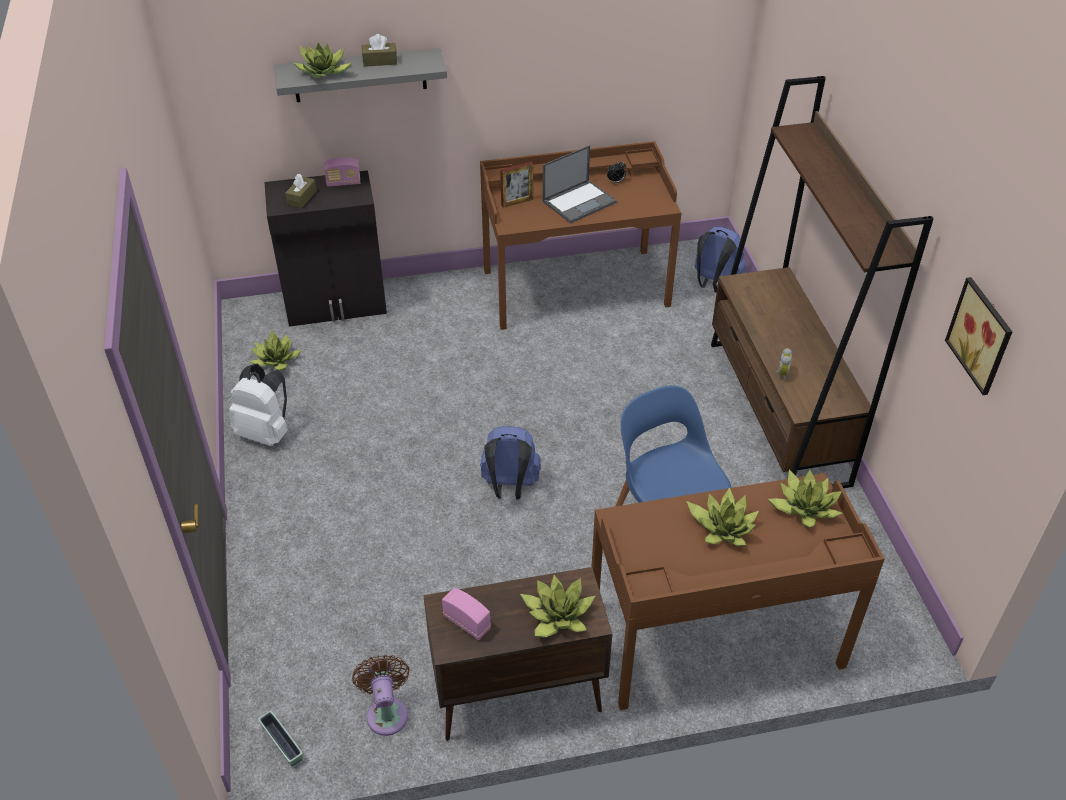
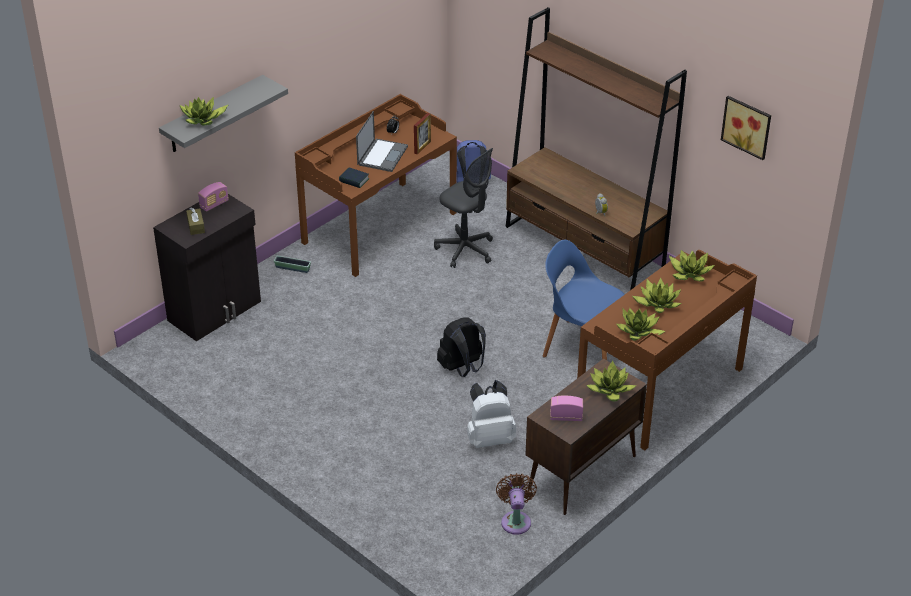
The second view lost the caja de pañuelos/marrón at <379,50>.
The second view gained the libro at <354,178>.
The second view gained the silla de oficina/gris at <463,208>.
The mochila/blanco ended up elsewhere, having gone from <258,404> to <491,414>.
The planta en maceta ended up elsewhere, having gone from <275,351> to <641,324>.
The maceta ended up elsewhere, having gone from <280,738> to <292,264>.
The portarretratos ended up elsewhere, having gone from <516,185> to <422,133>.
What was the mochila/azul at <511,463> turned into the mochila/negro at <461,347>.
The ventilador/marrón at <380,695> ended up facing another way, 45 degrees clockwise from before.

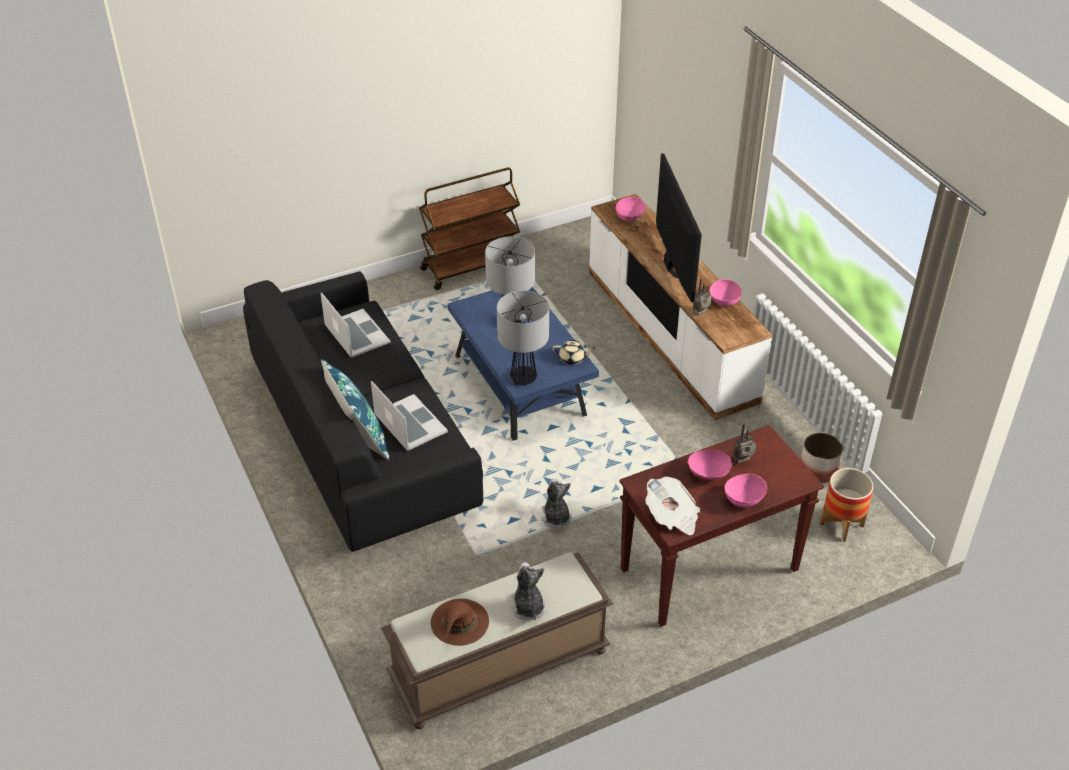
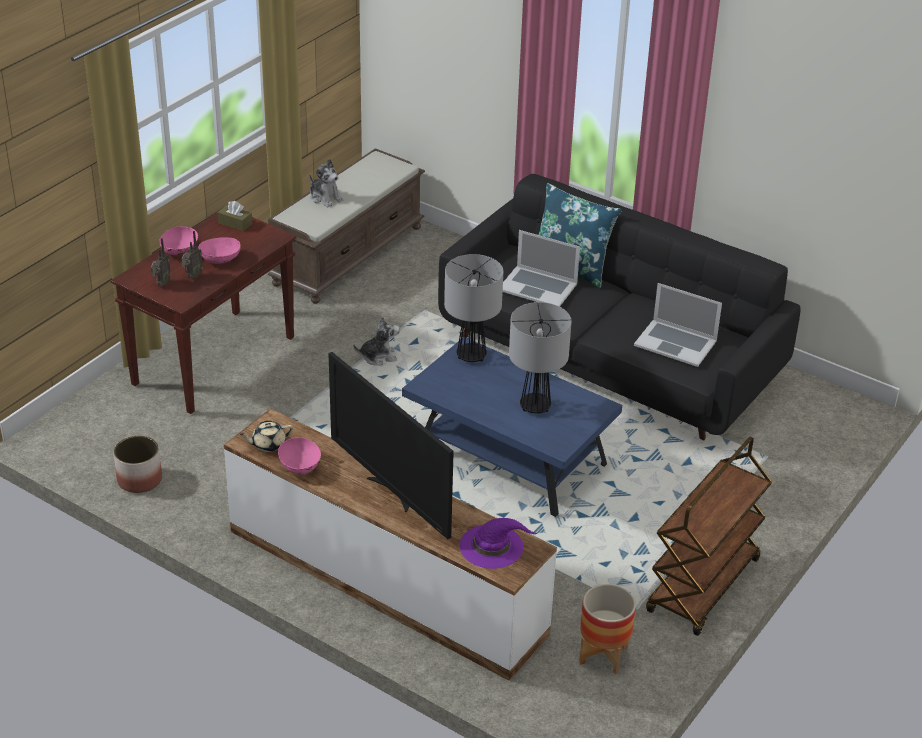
The second view lost the sombrero/marrón at <460,622>.
The tetera/beis ended up elsewhere, having gone from <573,352> to <266,436>.
The radio ended up elsewhere, having gone from <702,296> to <161,262>.
The maceta ended up elsewhere, having gone from <847,505> to <607,629>.
Where the cuenco/rosa stood at <631,209>, the sombrero/morado came to stand at <498,543>.
Where the periódico stood at <672,506>, the caja de pañuelos/marrón came to stand at <235,216>.
The peluche at <556,503> ended up facing another way, 60 degrees counterclockwise from before.

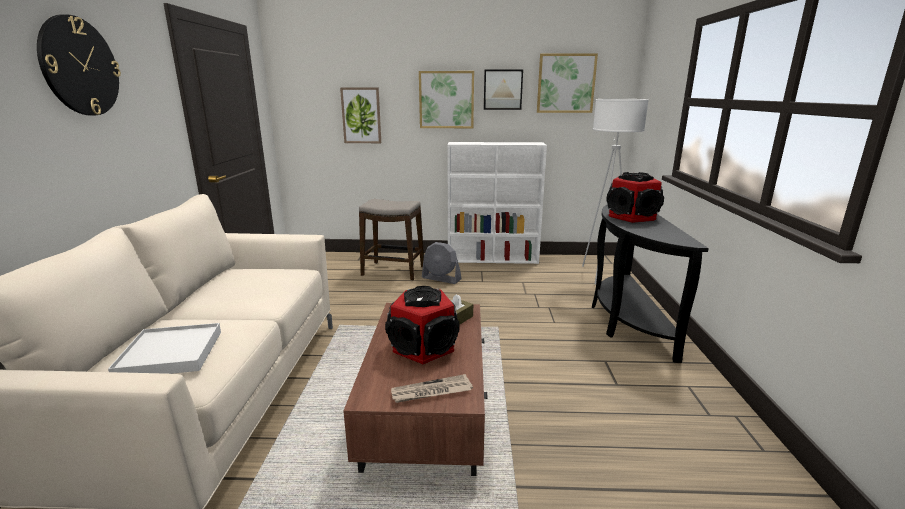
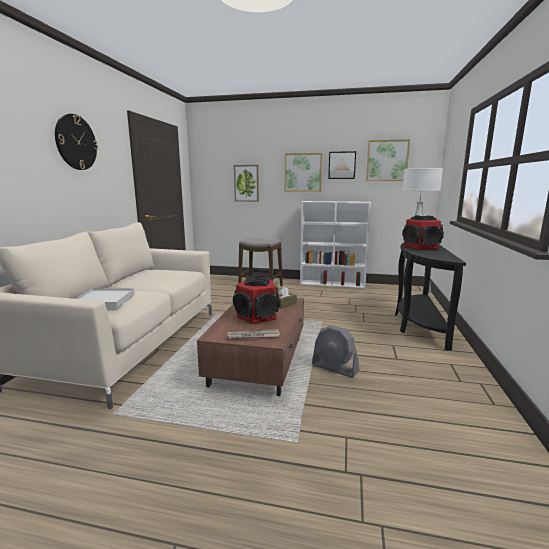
The ventilador/gris ended up elsewhere, having gone from <442,263> to <335,351>.

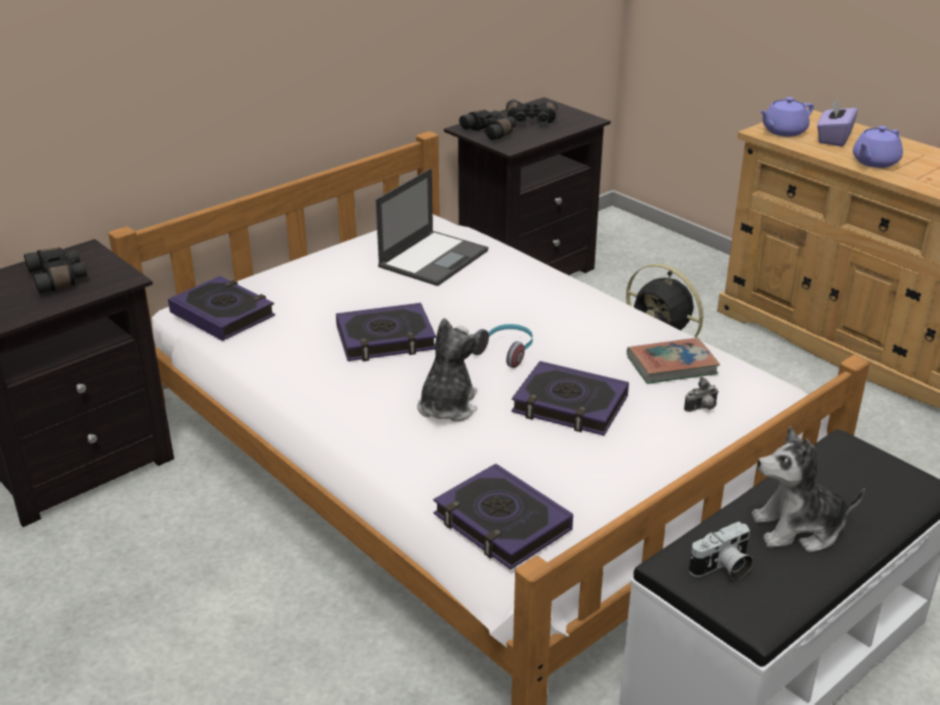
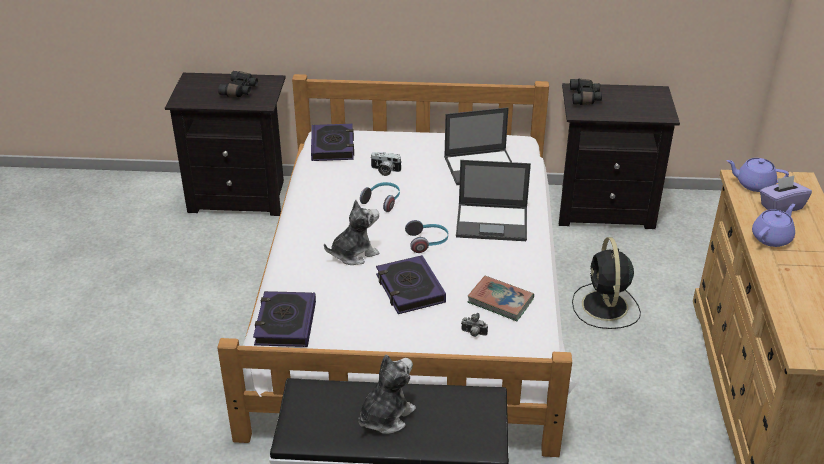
The second view lost the prismáticos/negro at <531,112>.
The second view gained the portátil at <493,200>.
The cámara ended up elsewhere, having gone from <721,551> to <386,164>.
Where the libro stood at <386,332>, the auriculares came to stand at <380,197>.
The peluche at <808,489> ended up facing another way, 90 degrees clockwise from before.
The tetera/morado at <878,147> ended up facing another way, 135 degrees clockwise from before.

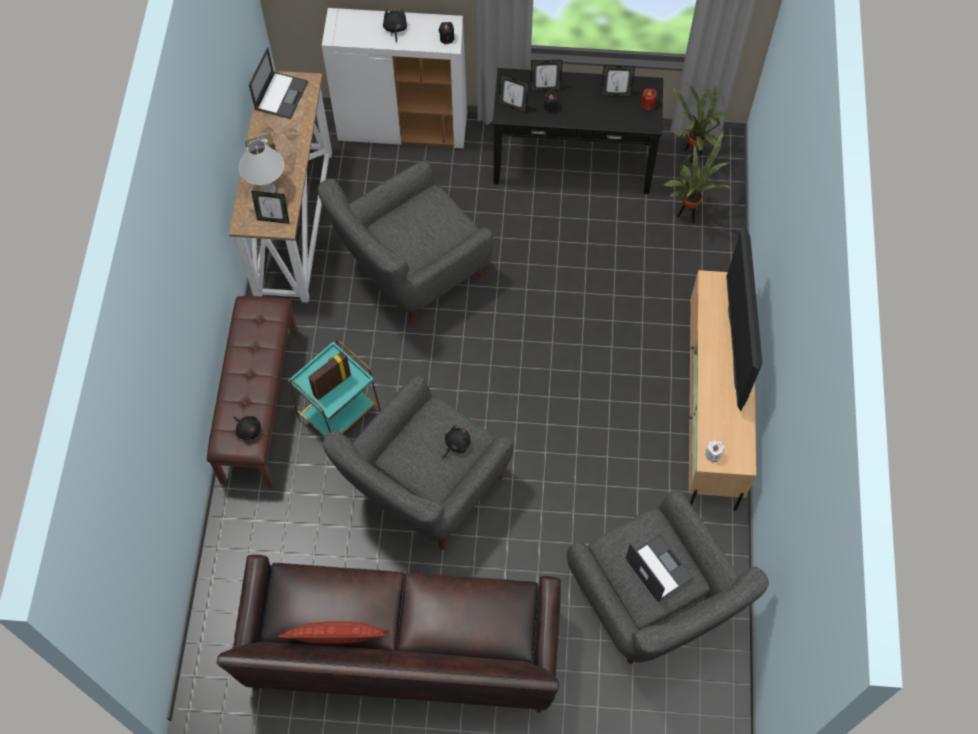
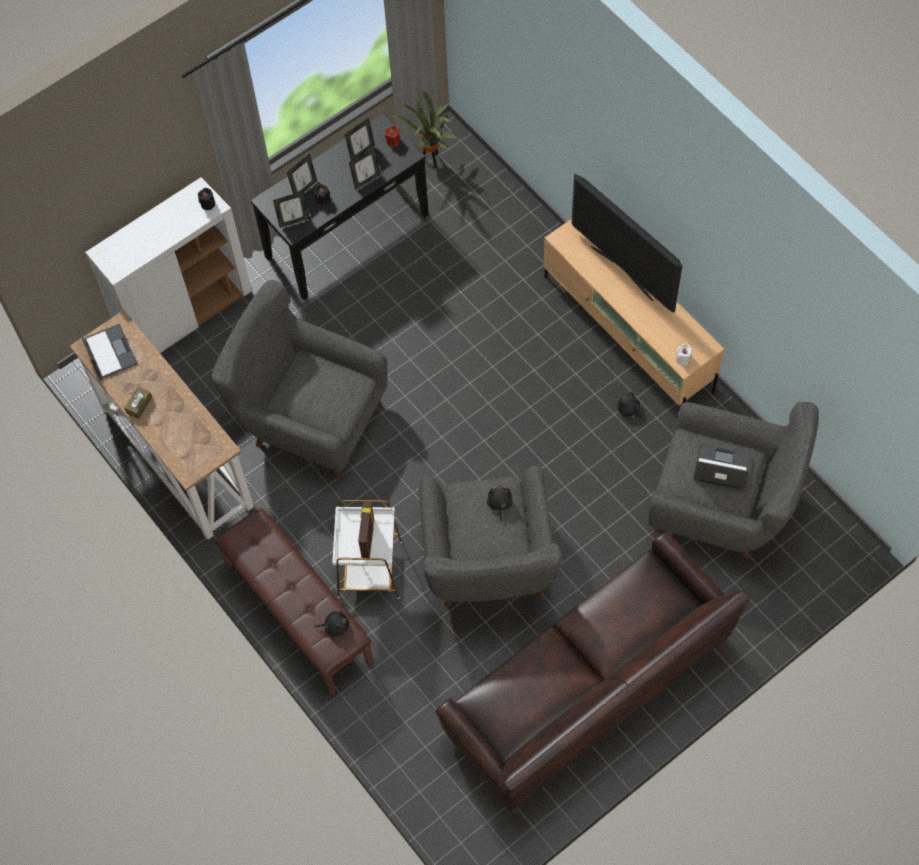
The second view lost the lámpara de mesa/blanco at <261,166>.
The second view lost the cojín at <333,632>.
The second view lost the planta en maceta at <698,177>.
The portarretratos ended up elsewhere, having gone from <270,207> to <365,168>.
The peluche/negro ended up elsewhere, having gone from <395,24> to <630,405>.
What was the mesa auxiliar/turquesa at <334,389> turned into the mesa auxiliar/blanco at <367,549>.
The sillón/gris at <405,242> ended up facing another way, 105 degrees clockwise from before.

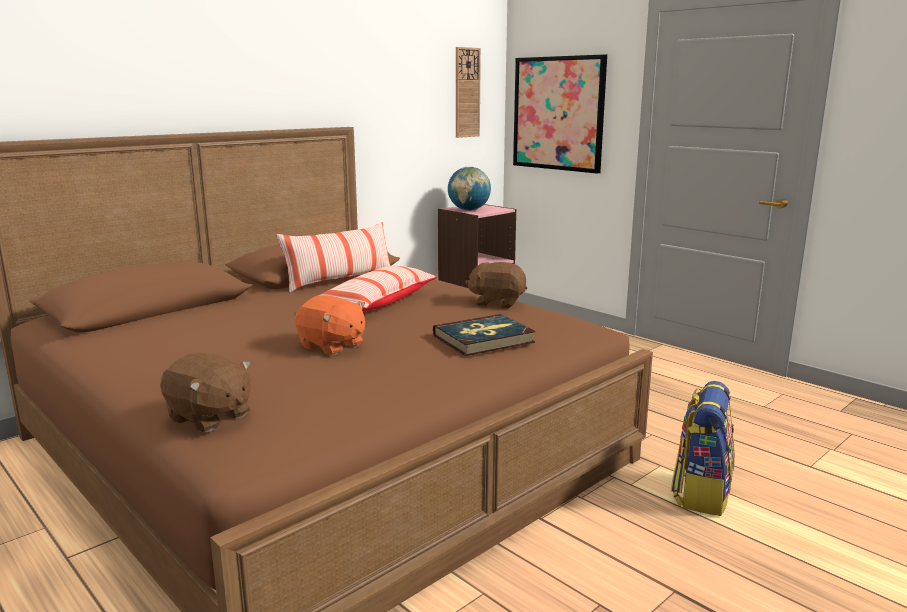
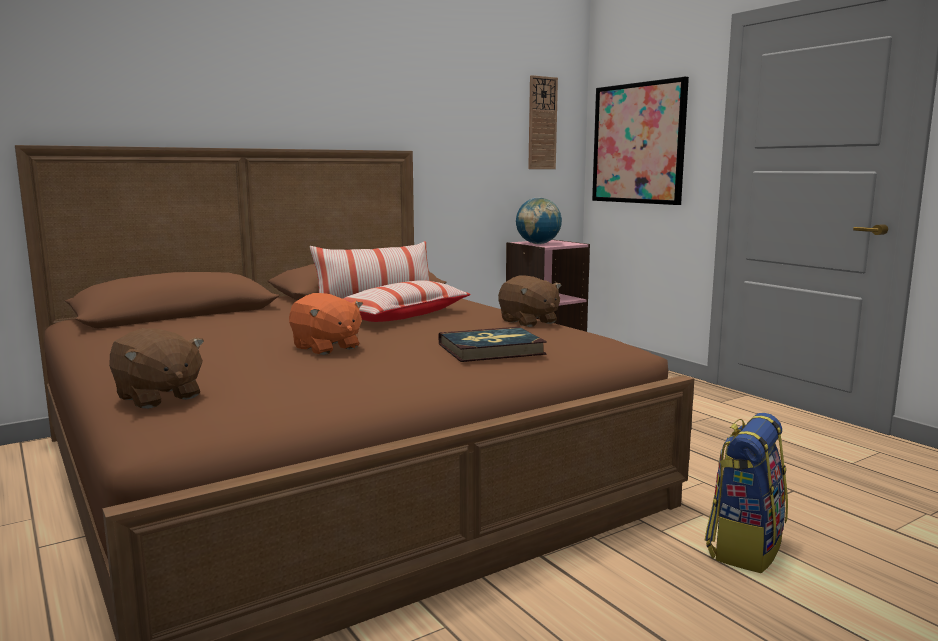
The peluche/marrón at <496,285> ended up facing another way, 150 degrees counterclockwise from before.

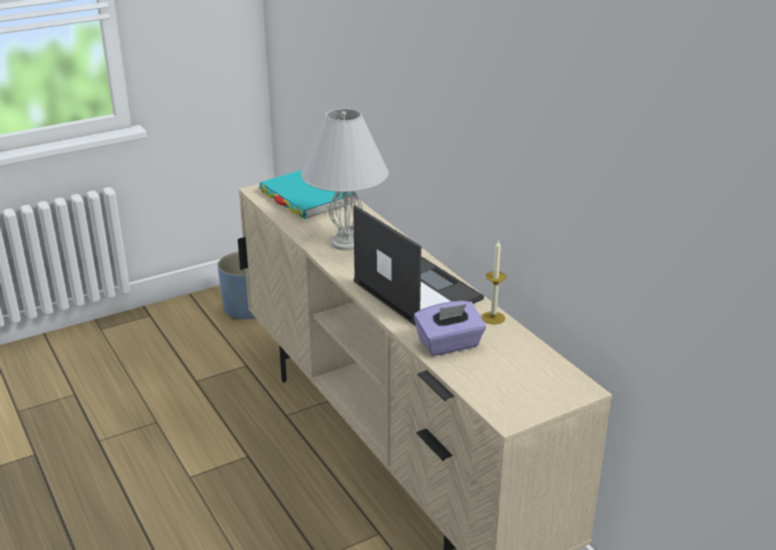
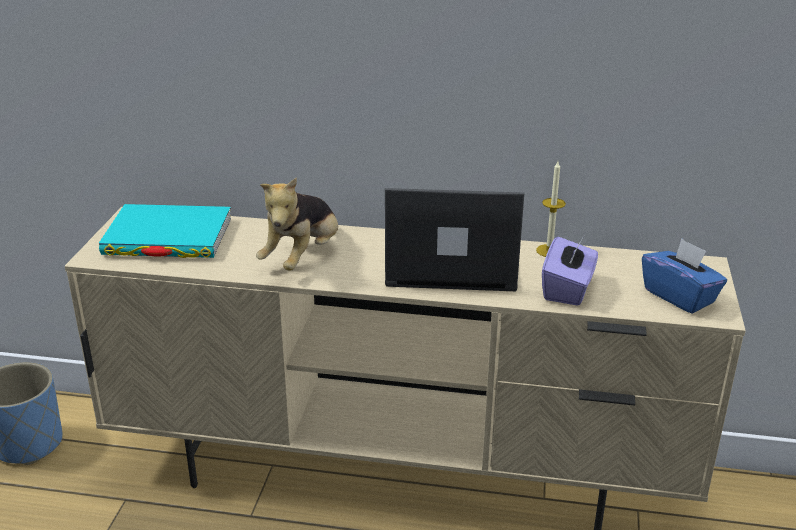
The second view gained the caja de pañuelos/azul at <684,276>.
Where the lámpara de mesa/blanco stood at <345,179>, the peluche came to stand at <297,224>.

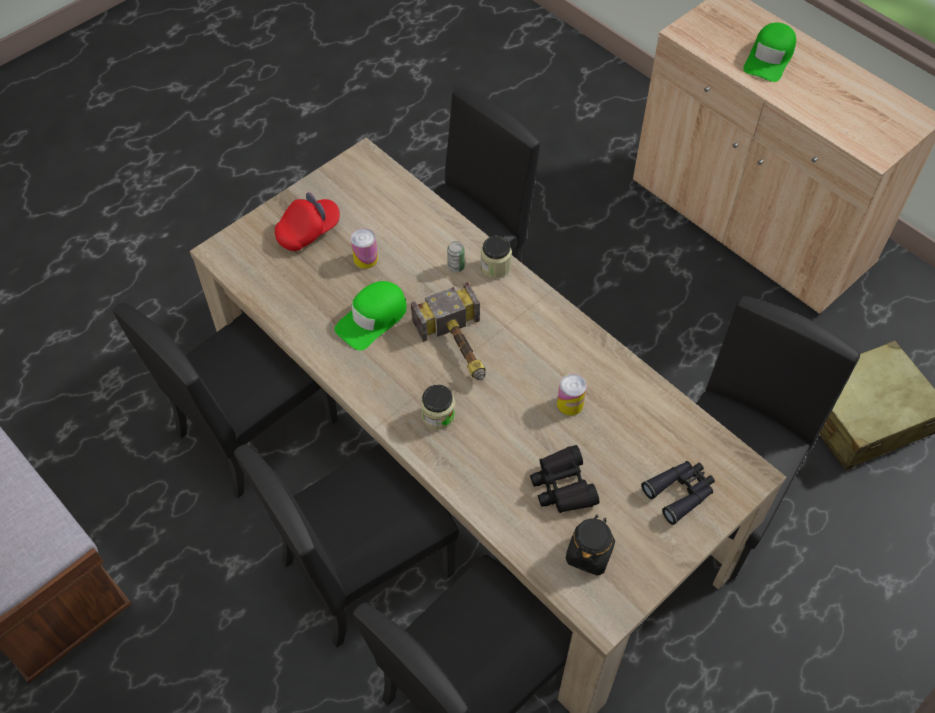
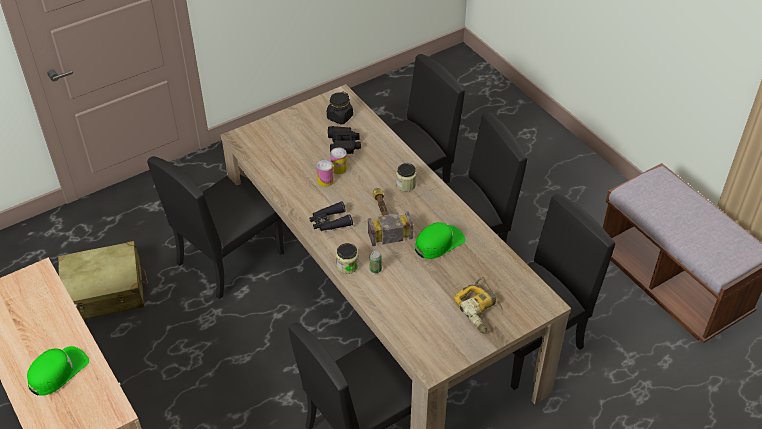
The lata ended up elsewhere, having gone from <364,249> to <338,161>.
The prismáticos/negro ended up elsewhere, having gone from <678,493> to <331,216>.
Where the gorra/rojo stood at <307,221>, the taladro came to stand at <478,305>.

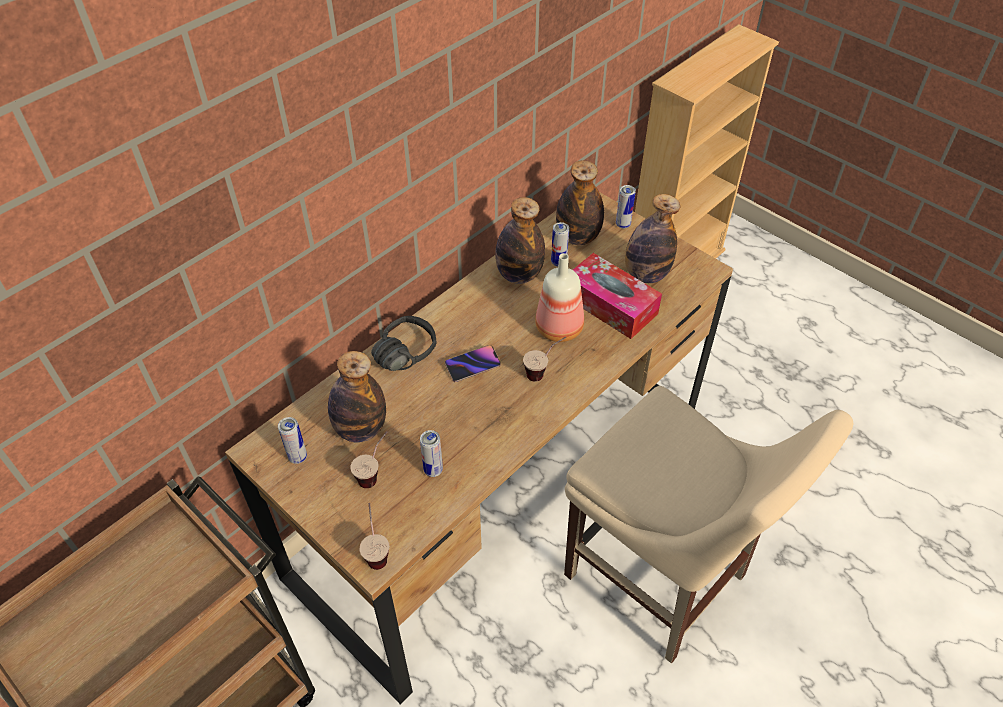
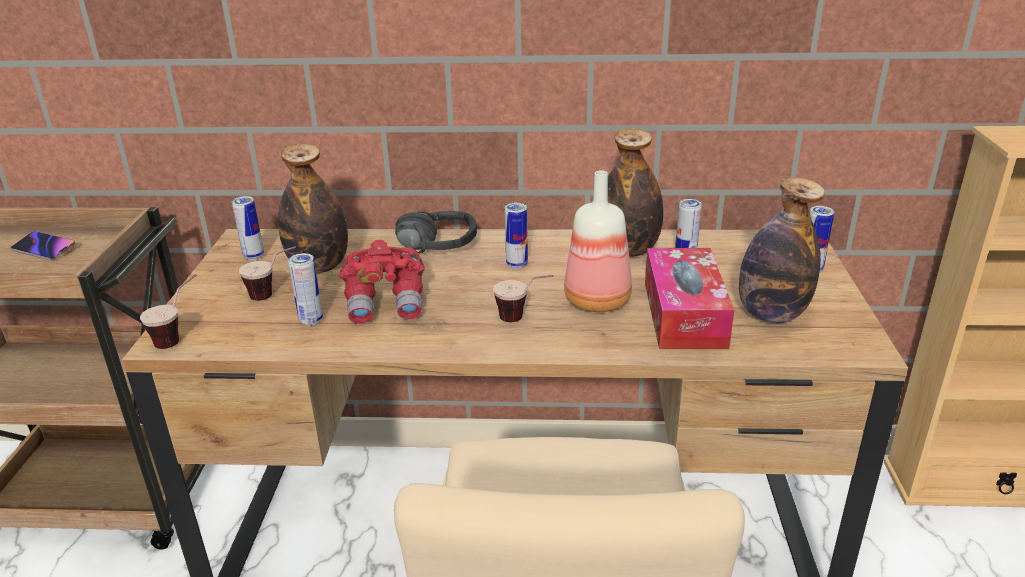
The second view lost the botella at <580,202>.
The second view gained the prismáticos/rojo at <382,282>.
The second view gained the lata at <516,236>.
The móvil ended up elsewhere, having gone from <473,363> to <43,246>.

